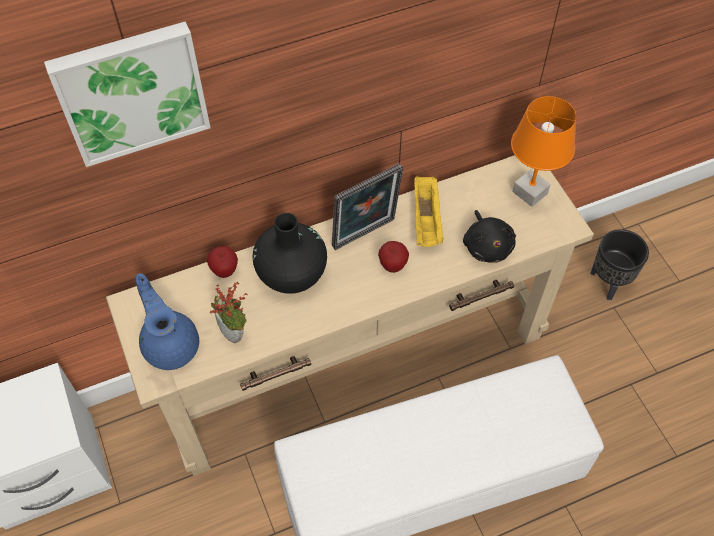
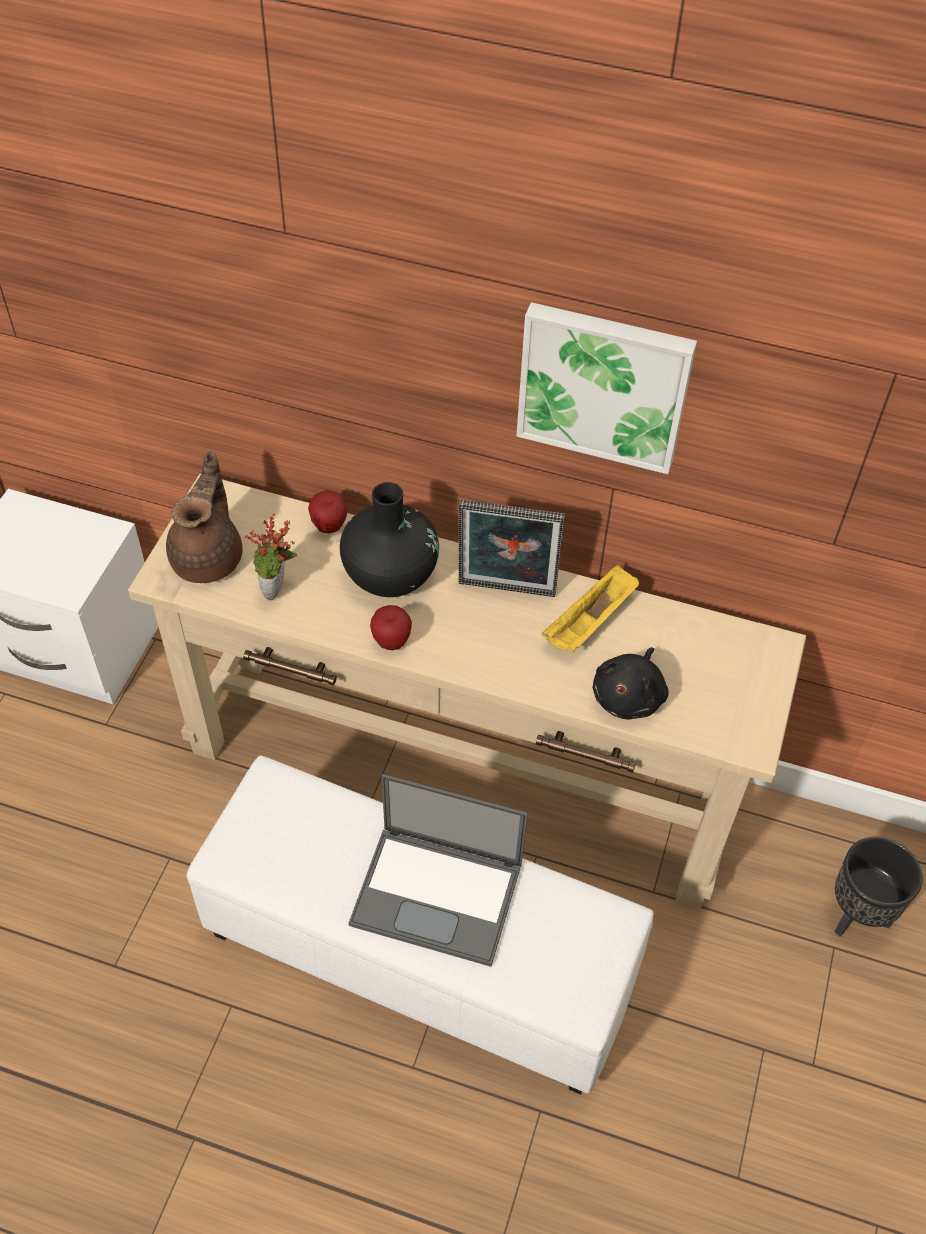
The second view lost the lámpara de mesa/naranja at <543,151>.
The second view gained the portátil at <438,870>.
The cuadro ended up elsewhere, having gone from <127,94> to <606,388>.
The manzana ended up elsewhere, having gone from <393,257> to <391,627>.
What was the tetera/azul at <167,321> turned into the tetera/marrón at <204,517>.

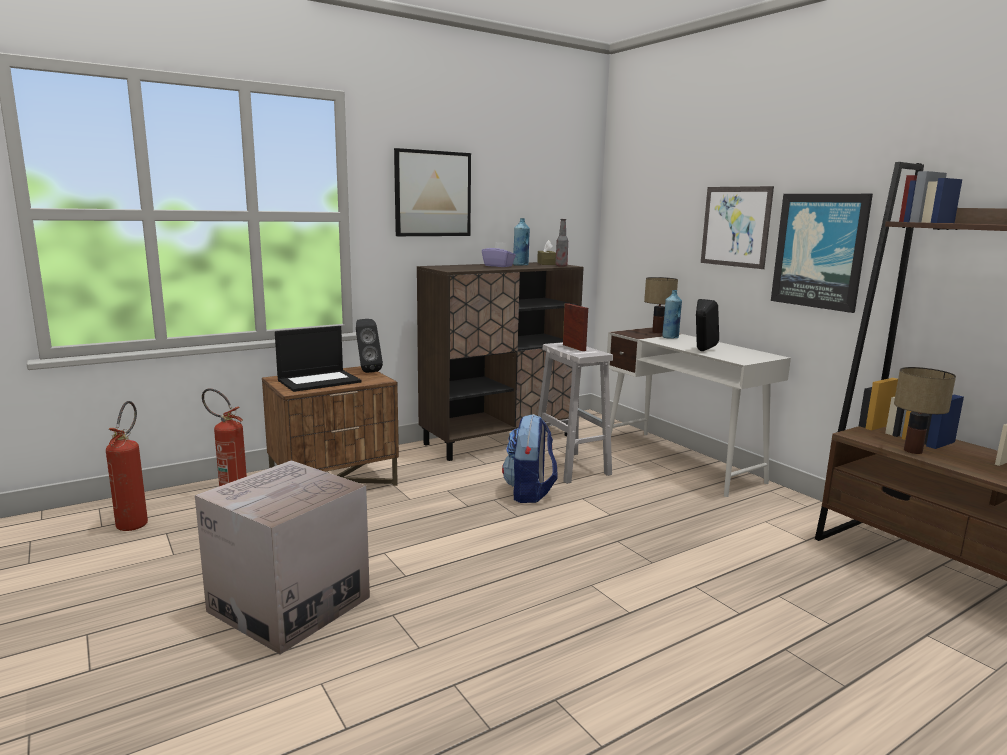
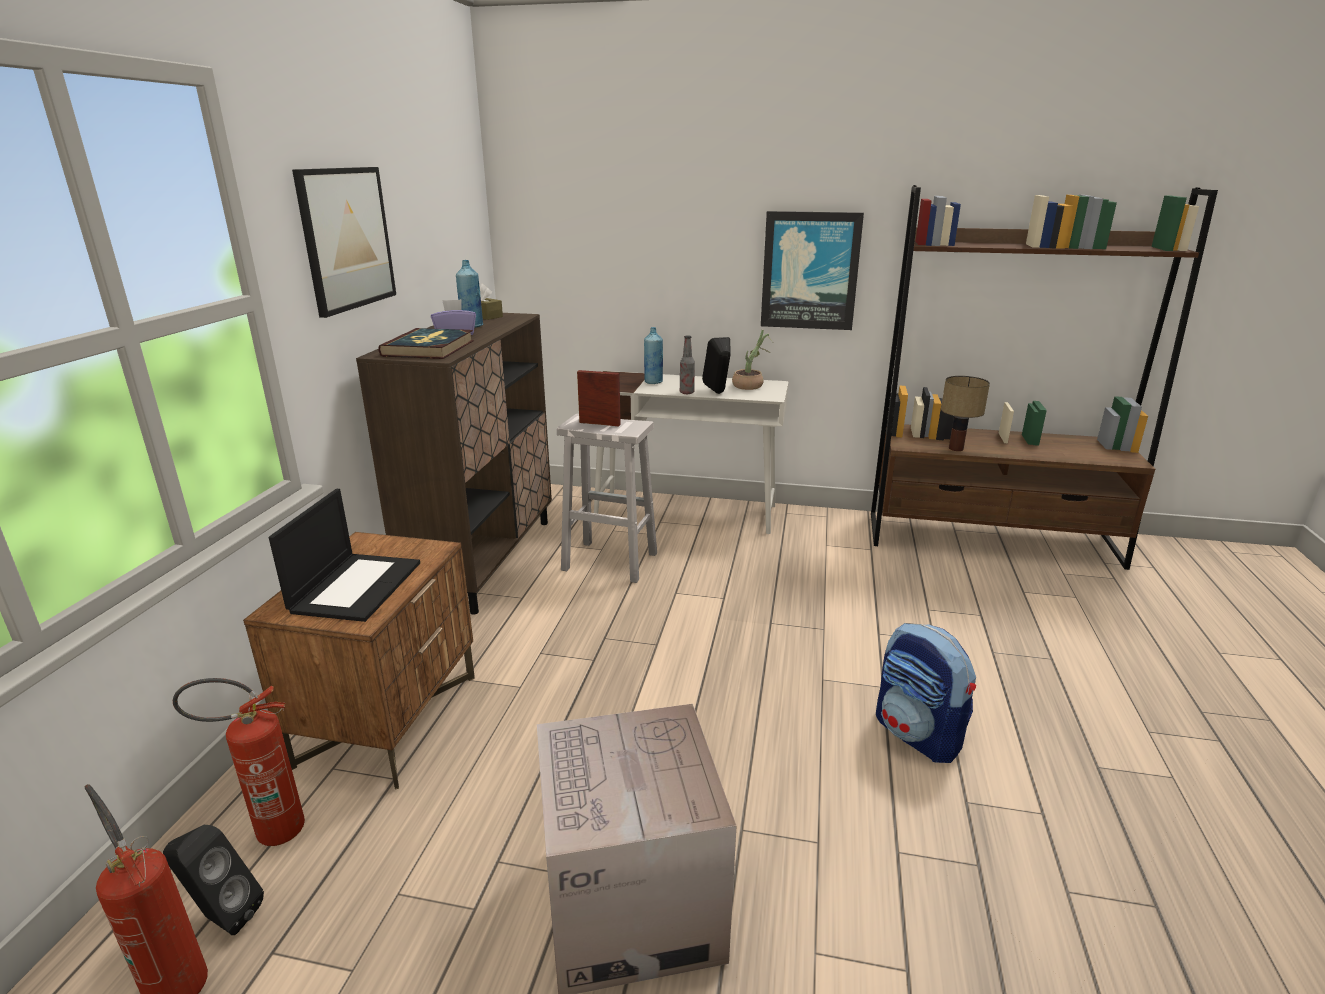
The second view lost the lámpara de mesa at <661,305>.
The second view lost the cuadro at <737,227>.
The second view gained the libro at <426,343>.
The second view gained the planta en maceta at <752,360>.
The altavoz/negro ended up elsewhere, having gone from <369,346> to <213,880>.
The mochila ended up elsewhere, having gone from <529,458> to <926,693>.
The botella ended up elsewhere, having gone from <562,242> to <687,364>.

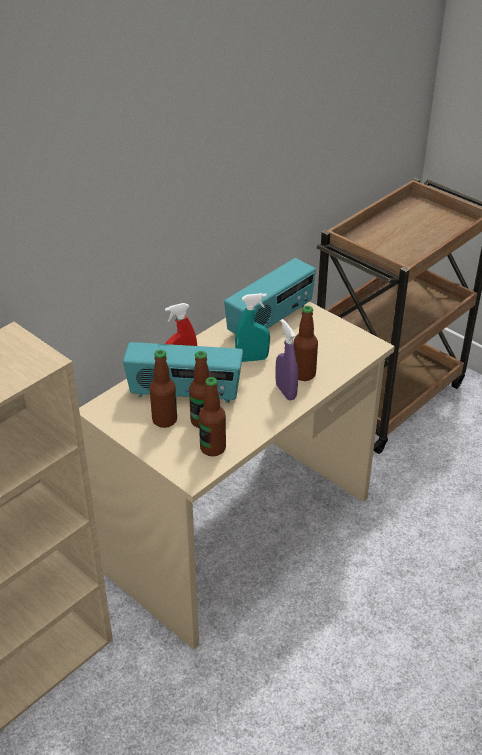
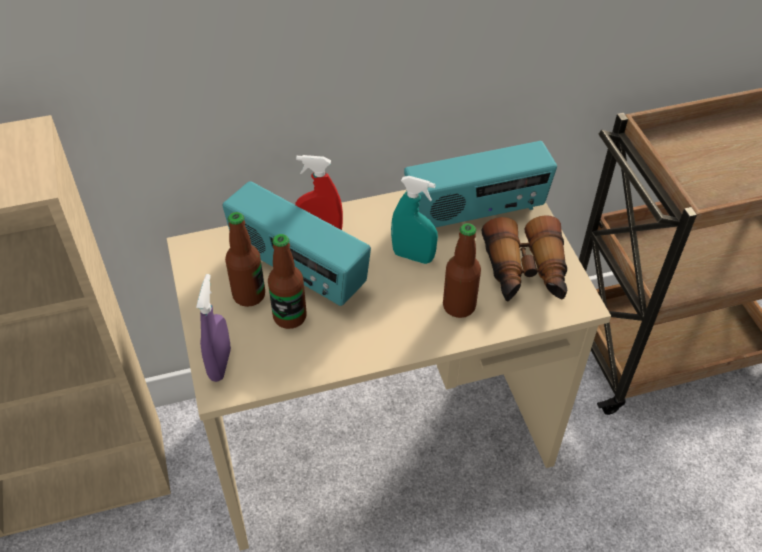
The second view lost the botella at <212,416>.
The second view gained the prismáticos at <524,258>.
The pulverizador/morado ended up elsewhere, having gone from <286,359> to <213,328>.

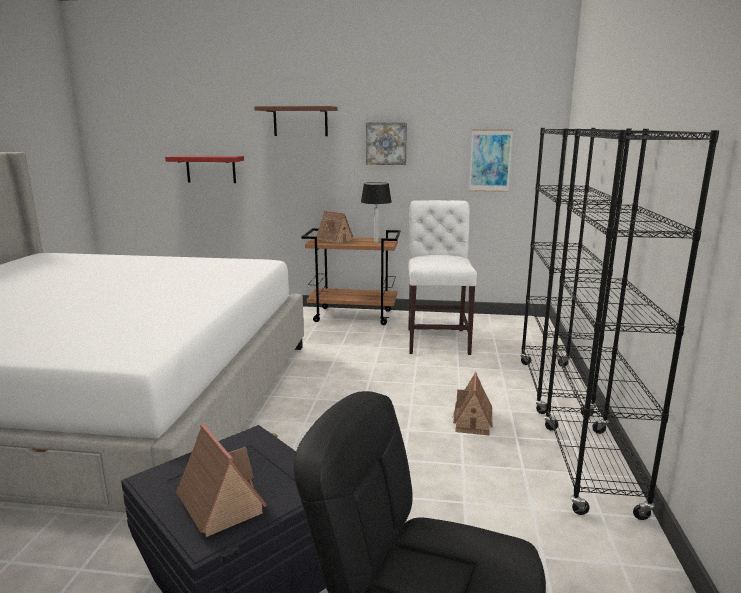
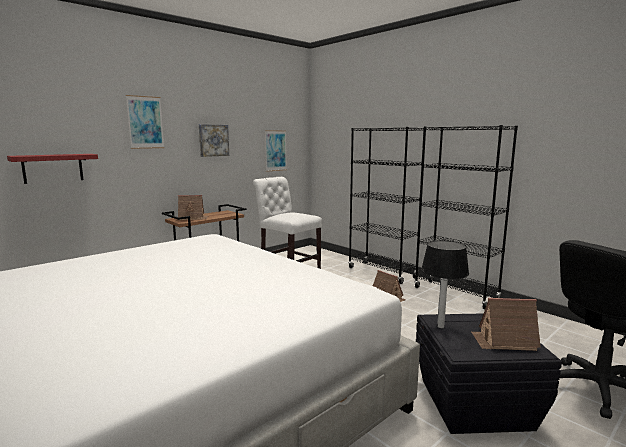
The lámpara de mesa ended up elsewhere, having gone from <376,212> to <445,284>.
Where the estante/marrón hung at <296,121>, the cuadro came to hang at <145,122>.

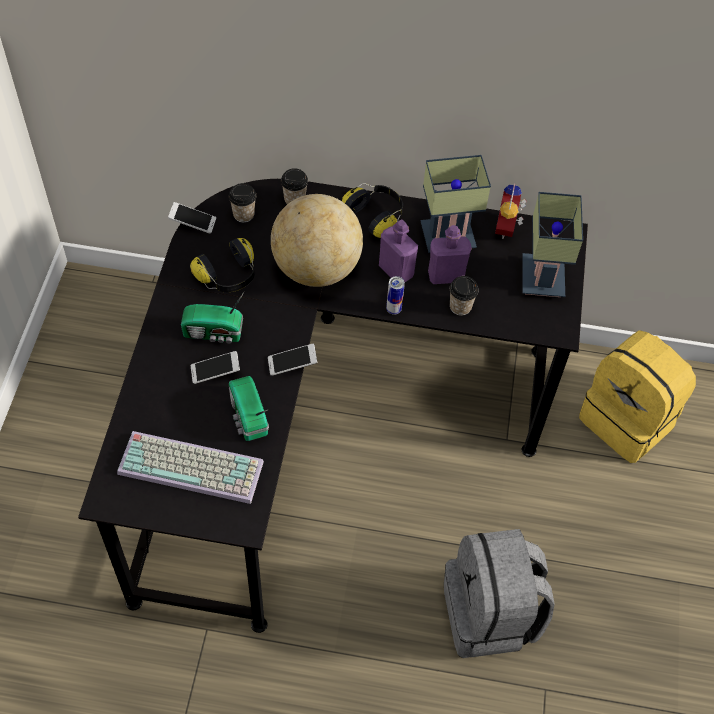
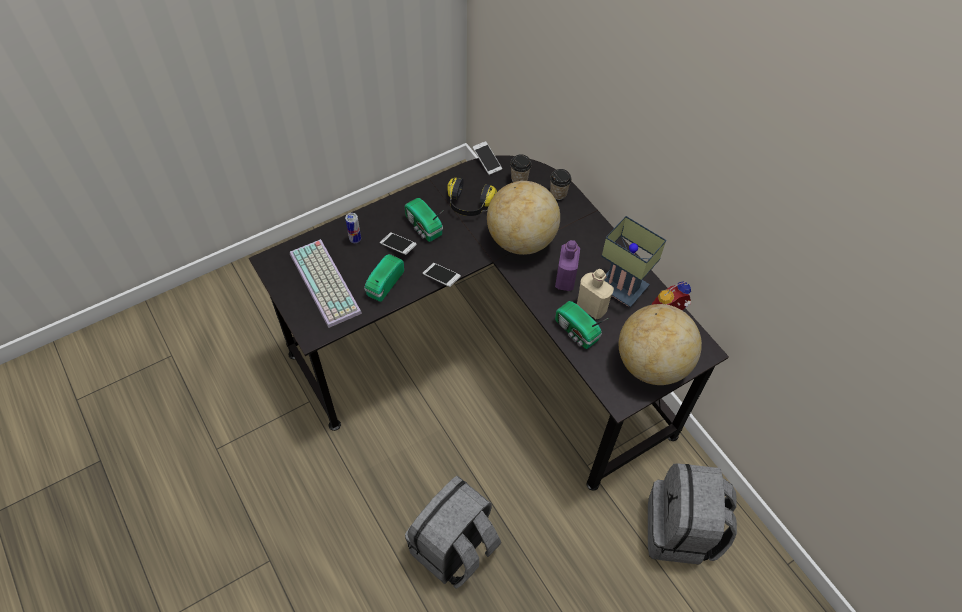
The second view lost the auriculares at <372,210>.
The lata ended up elsewhere, having gone from <395,295> to <353,228>.
Where the taza stood at <464,296>, the radio came to stand at <582,325>.
Where the lámpara de mesa stood at <552,244>, the globo terráqueo came to stand at <660,344>.
What was the botella/morado at <450,254> turned into the botella/beis at <595,294>.
What was the mochila/amarillo at <637,396> turned into the mochila/gris at <692,513>.

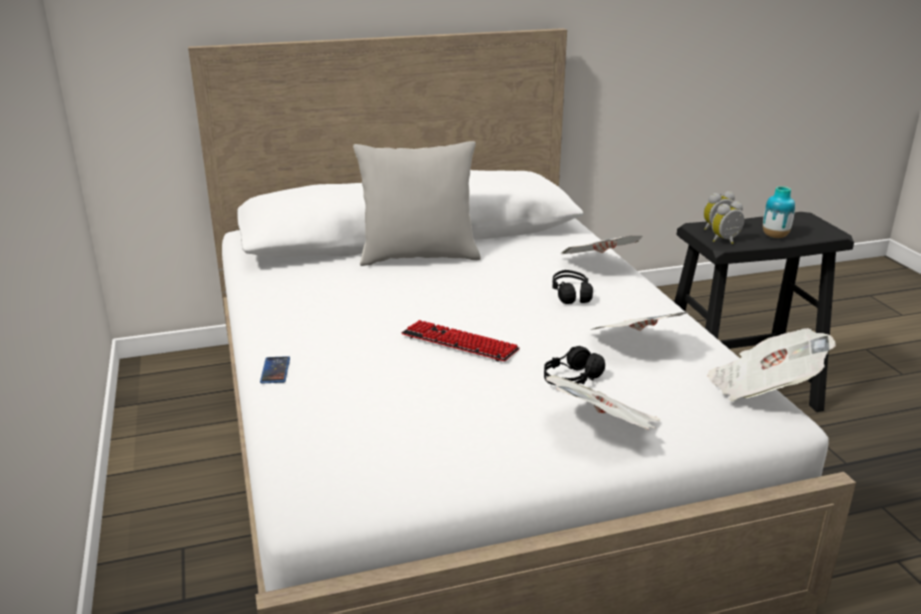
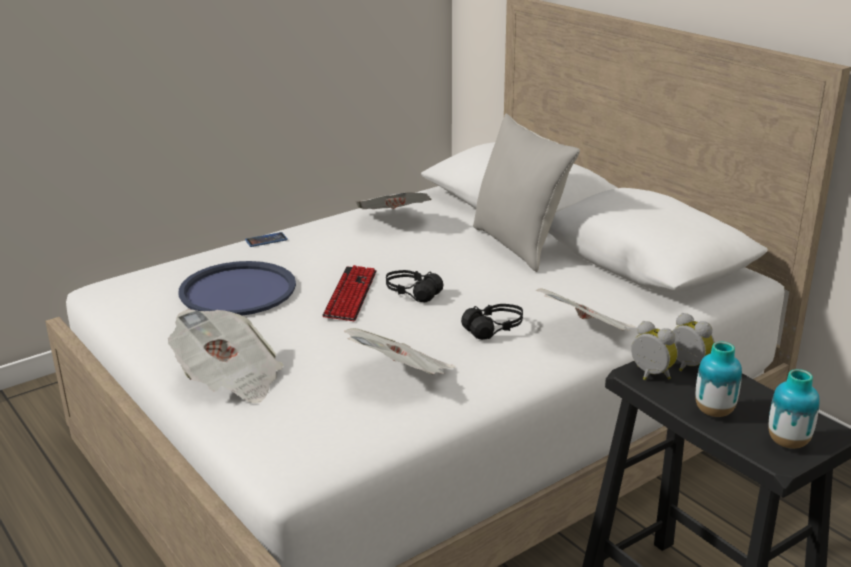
The second view gained the bandeja/azul at <237,288>.
The second view gained the florero at <794,409>.
The auriculares/negro ended up elsewhere, having gone from <574,365> to <414,286>.
The periódico ended up elsewhere, having gone from <771,364> to <394,200>.

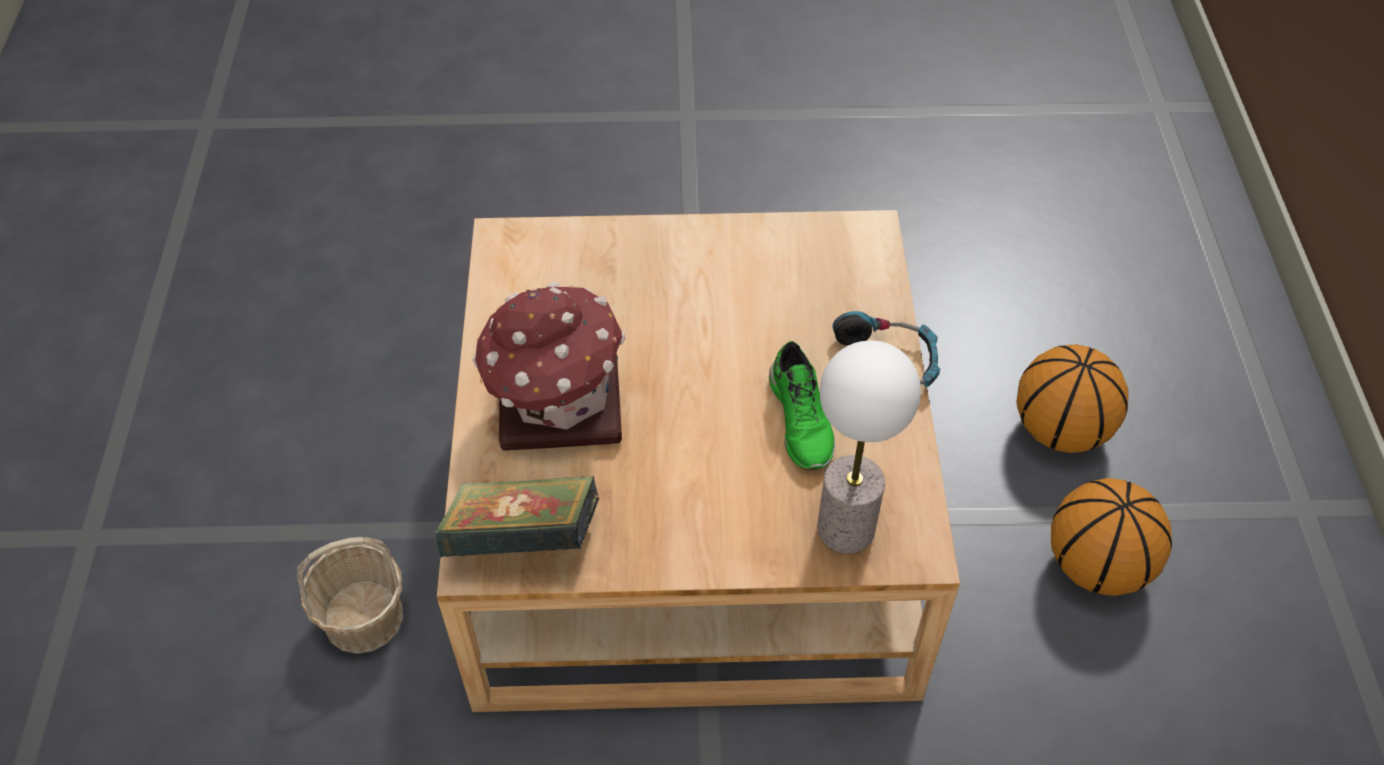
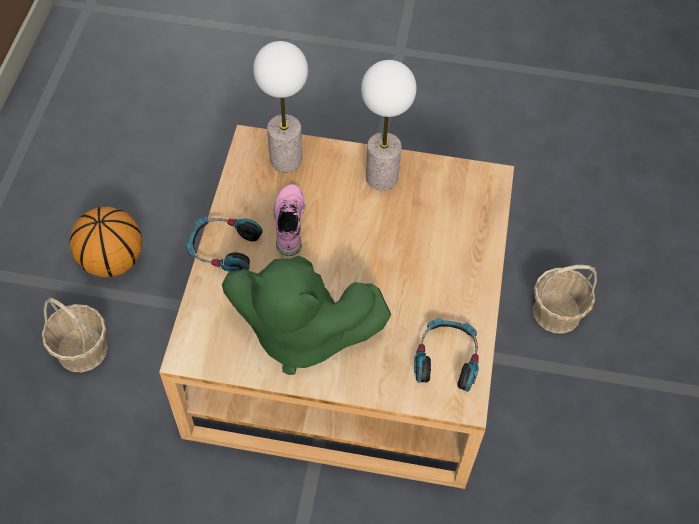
The second view lost the libro at <517,517>.
The second view lost the casita at <548,366>.
The second view gained the peluche/verde at <306,315>.
The second view gained the lámpara de mesa at <389,125>.
The second view gained the auriculares at <446,355>.
Where the balón de baloncesto stood at <1072,399>, the cesta came to stand at <75,335>.
What was the zapato/verde at <802,405> turned into the zapato/rosa at <289,219>.

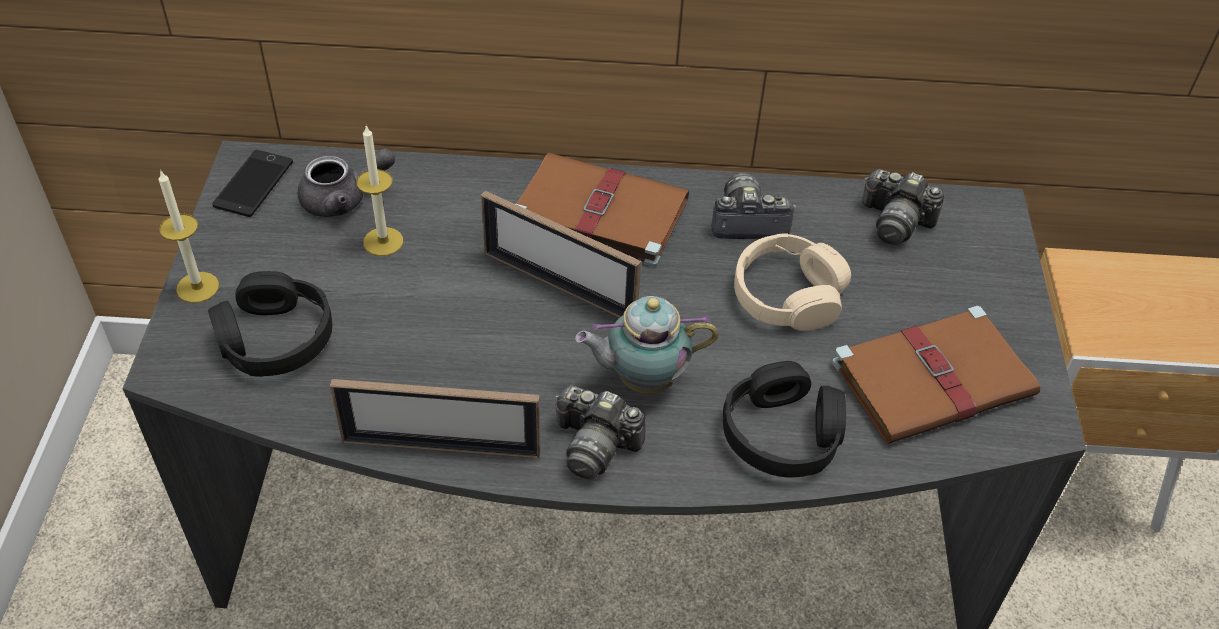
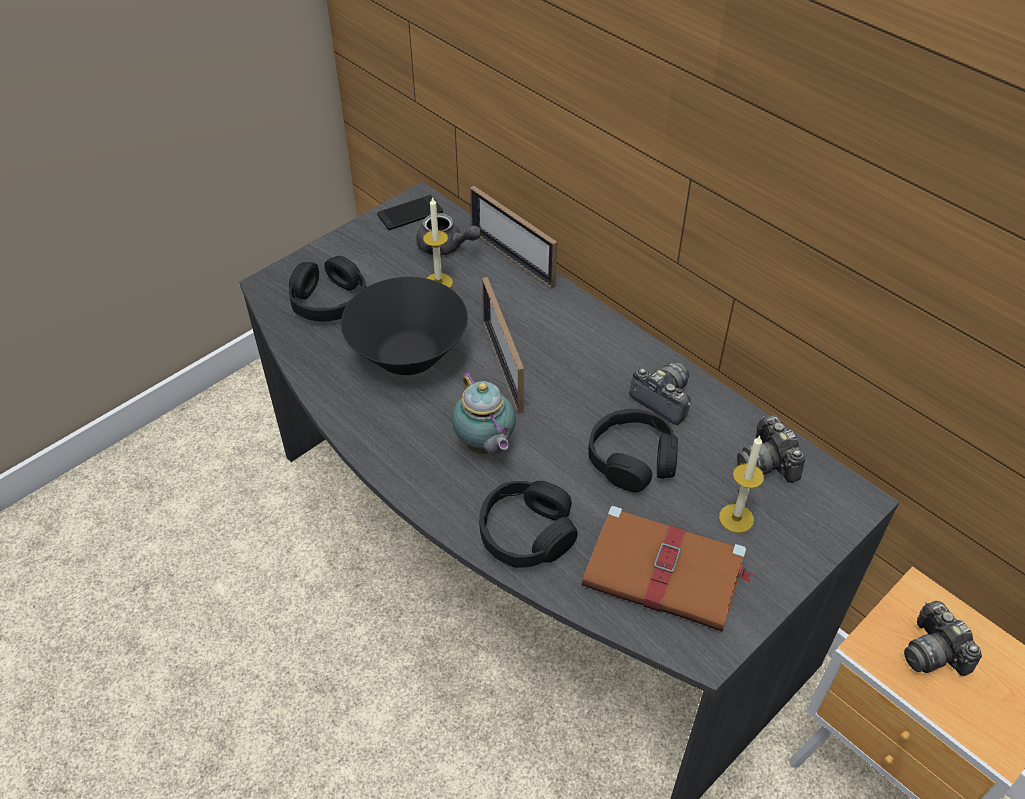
The second view lost the libro/marrón at <602,210>.
The second view gained the cuenco/negro at <404,326>.
The vela ended up elsewhere, having gone from <188,237> to <741,484>.
The portarretratos ended up elsewhere, having gone from <435,418> to <514,236>.
The cámara ended up elsewhere, having gone from <600,432> to <943,638>.
What was the auriculares/beis at <792,282> turned into the auriculares/negro at <633,450>.
The tetera at <646,345> ended up facing another way, 150 degrees counterclockwise from before.

